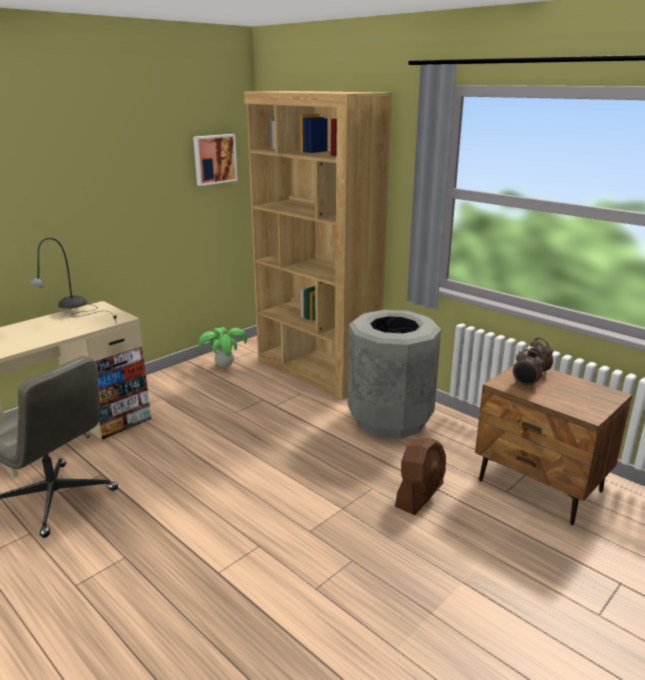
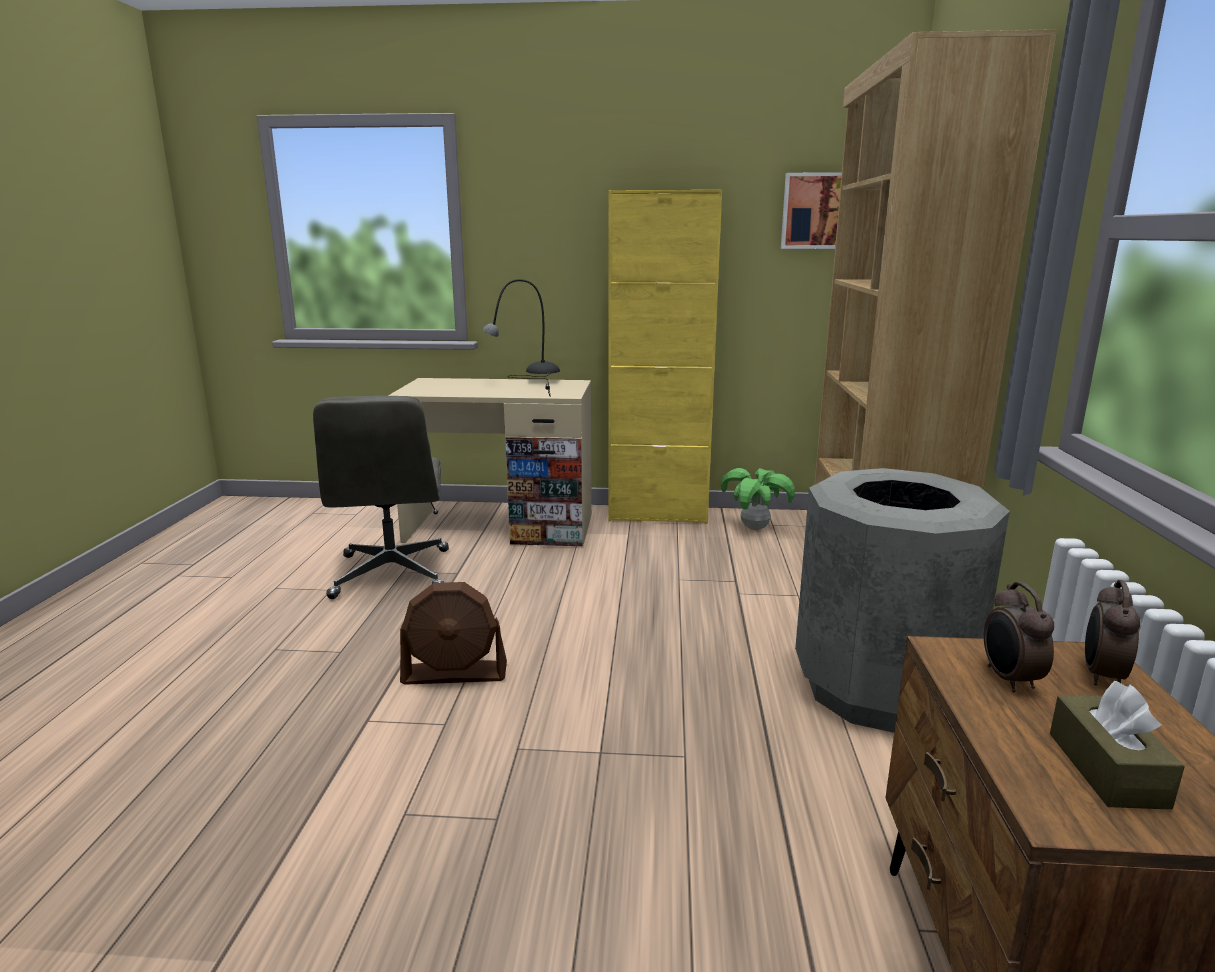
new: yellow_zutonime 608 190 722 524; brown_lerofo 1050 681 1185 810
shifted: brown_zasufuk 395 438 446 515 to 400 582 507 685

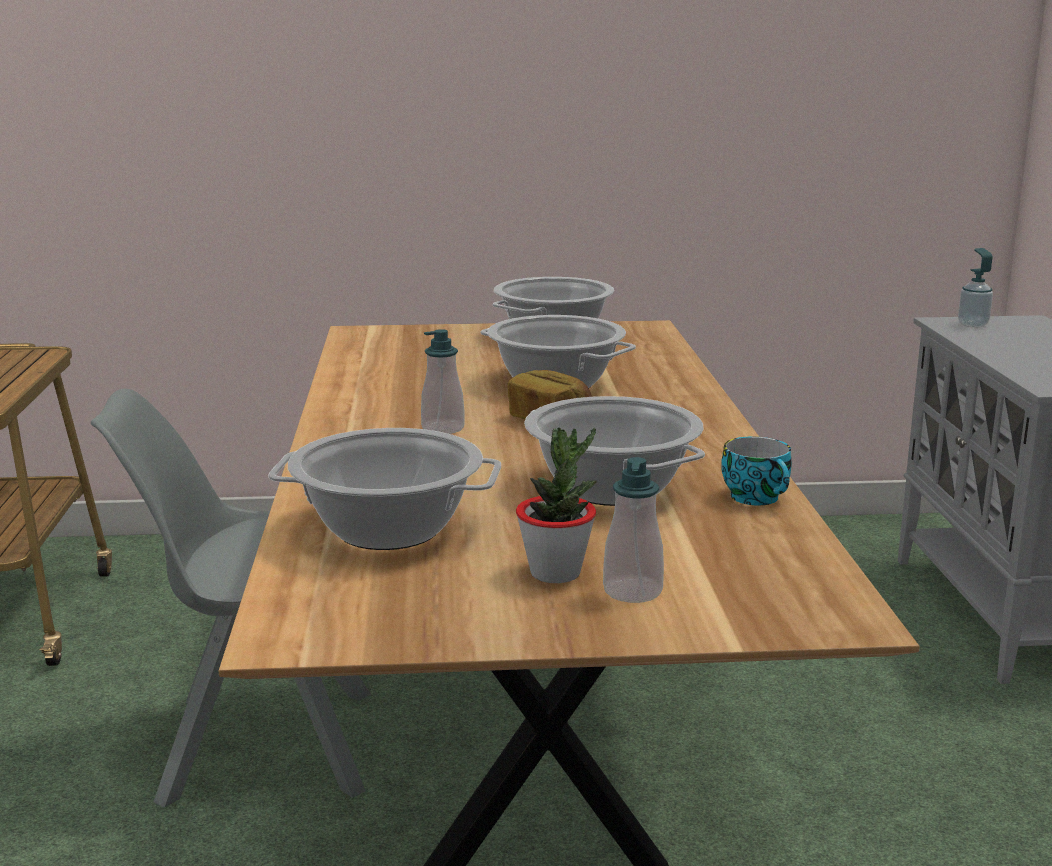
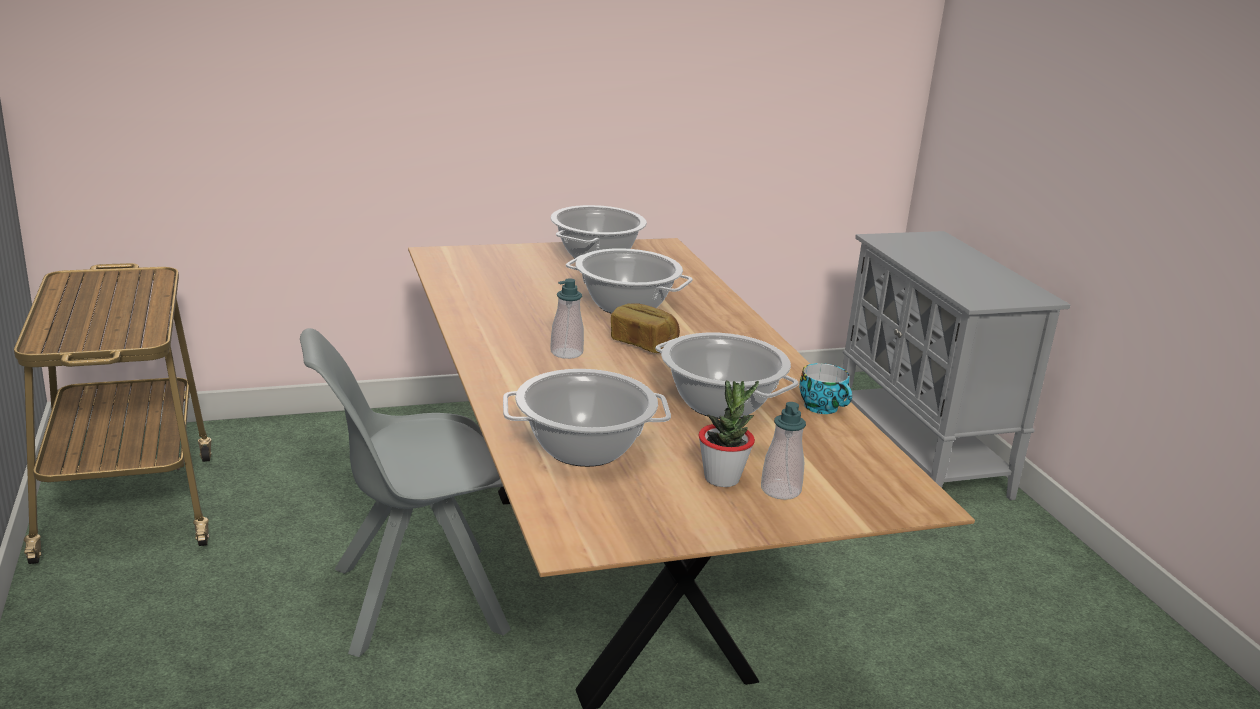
gone: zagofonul 958 248 993 328

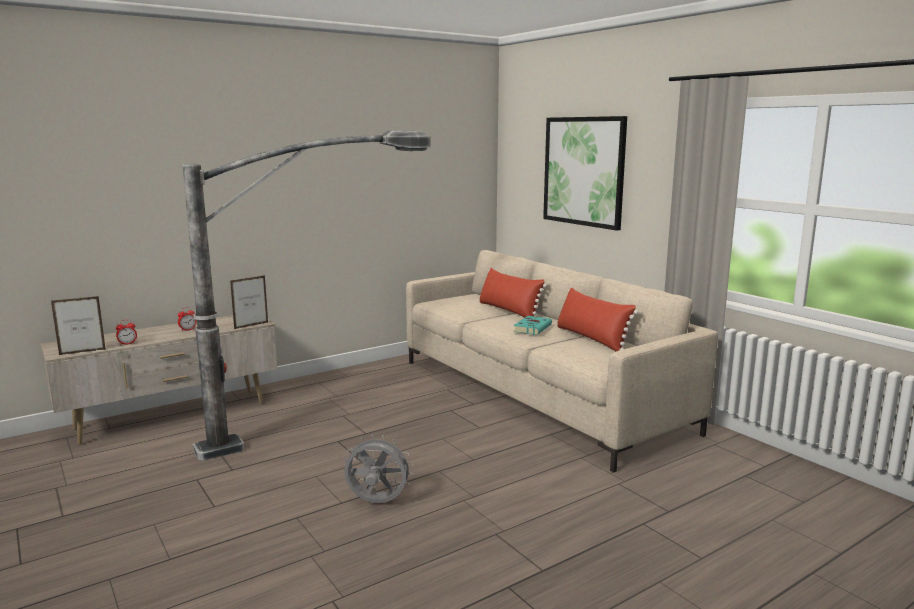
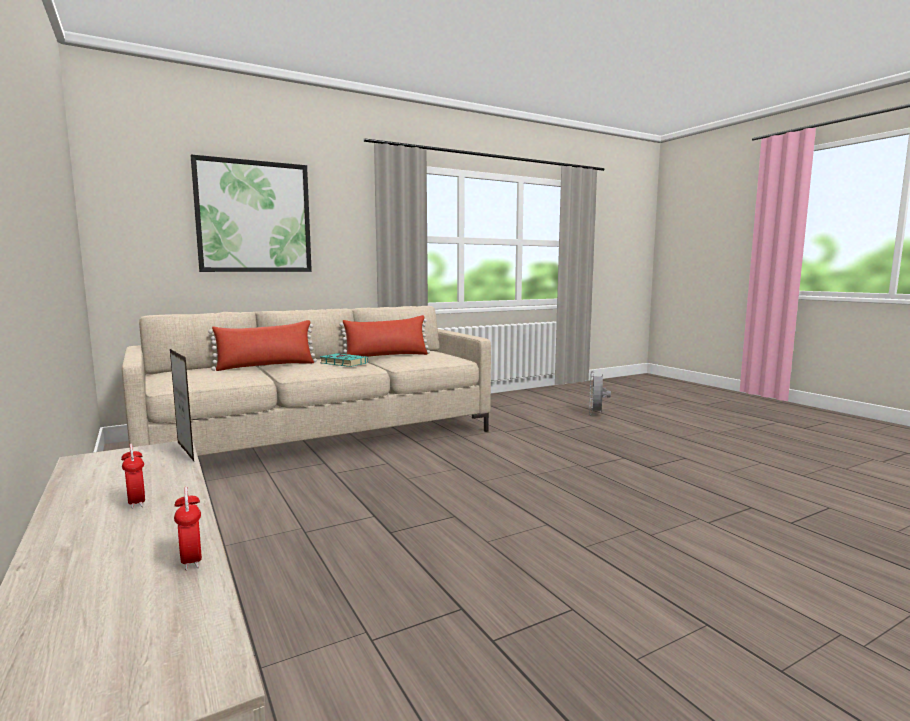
gone: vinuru 51 296 105 355; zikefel 183 131 431 460
shifted: grey_zasufuk 344 434 413 503 to 589 371 611 415

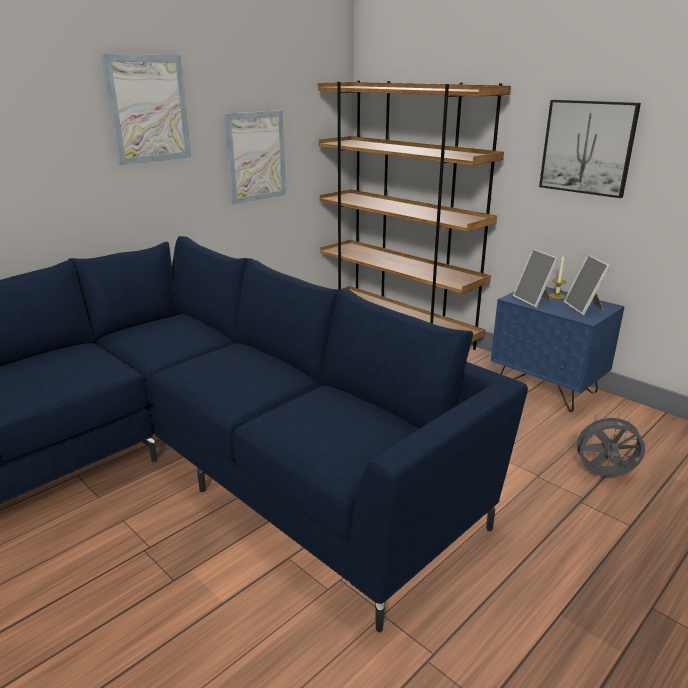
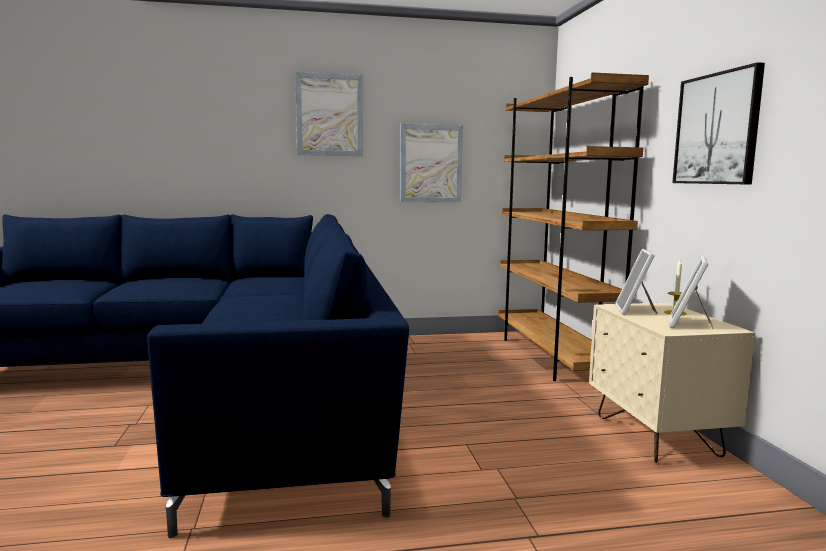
gone: grey_zasufuk 572 413 646 477
repainted: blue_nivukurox 491 287 625 412 to beige_nivukurox 589 303 755 463

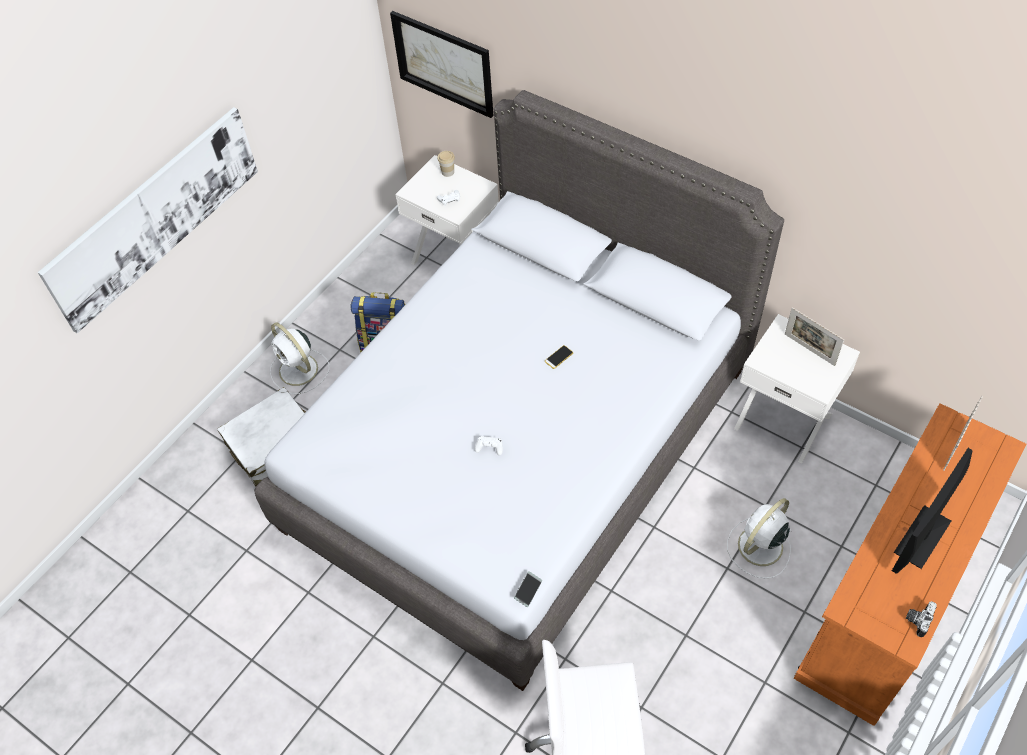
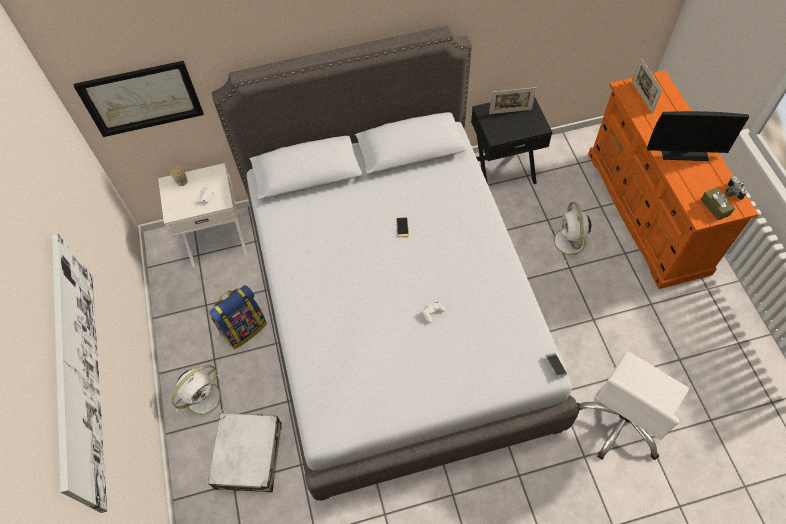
new: brown_lerofo 701 187 735 220
repainted: white_nivukurox 734 314 860 464 to black_nivukurox 471 96 552 184
rotated: white_zasufuk 270 322 329 394 = 171 365 230 423 45 degrees counterclockwise; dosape 892 448 972 573 = 647 111 749 161 75 degrees counterclockwise

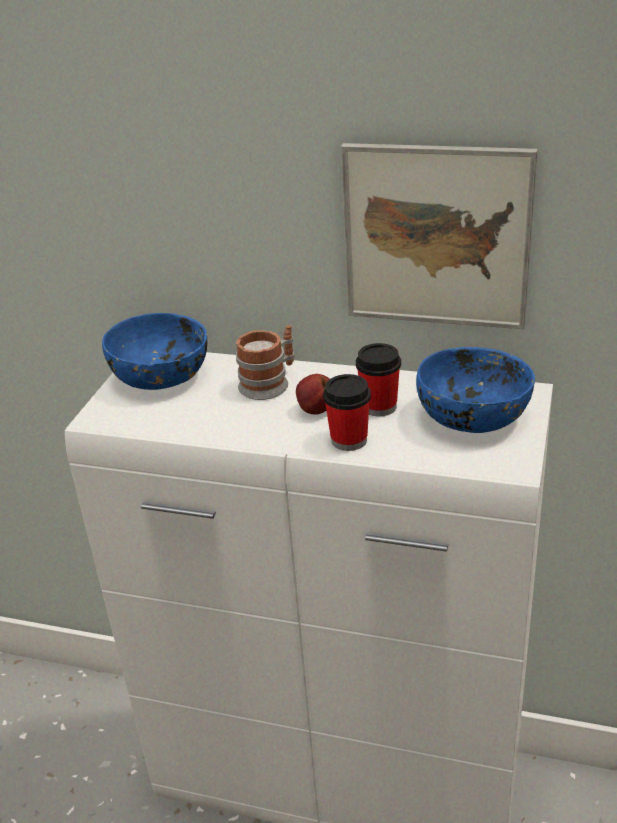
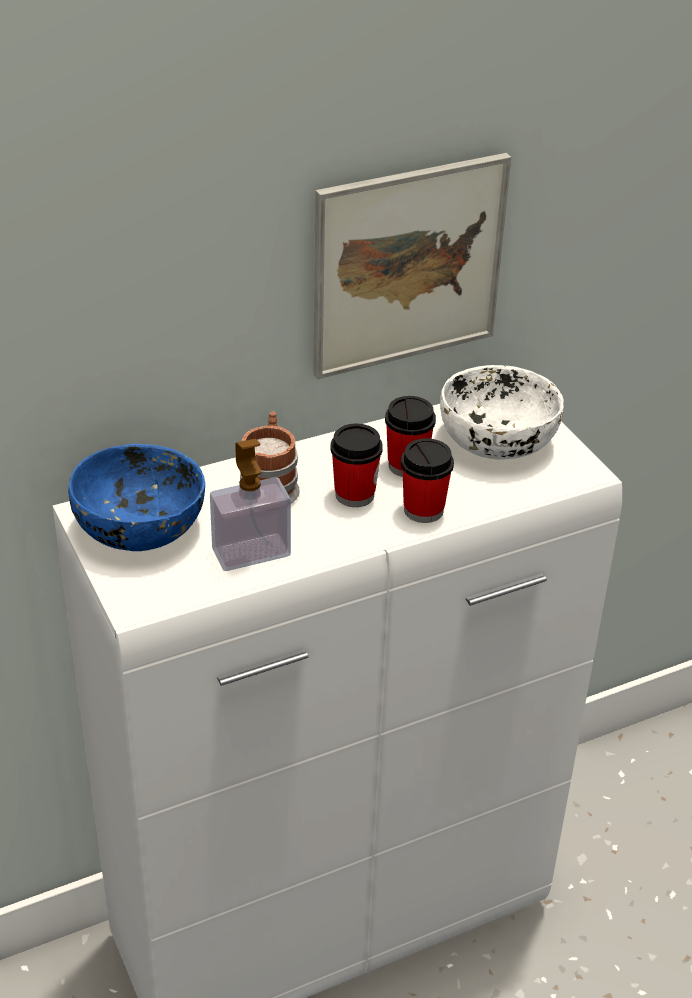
new: zagofonul 210 439 291 571
swapped: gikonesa 296 374 330 415 to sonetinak 330 424 383 507
repainted: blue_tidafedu 416 347 535 433 to white_tidafedu 440 365 564 460

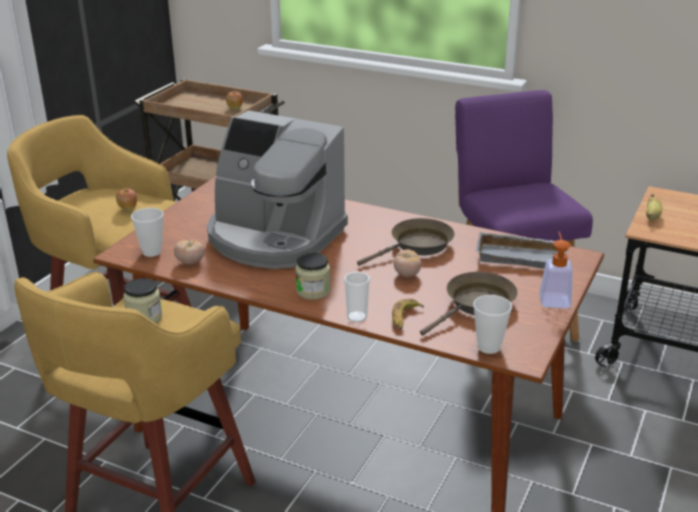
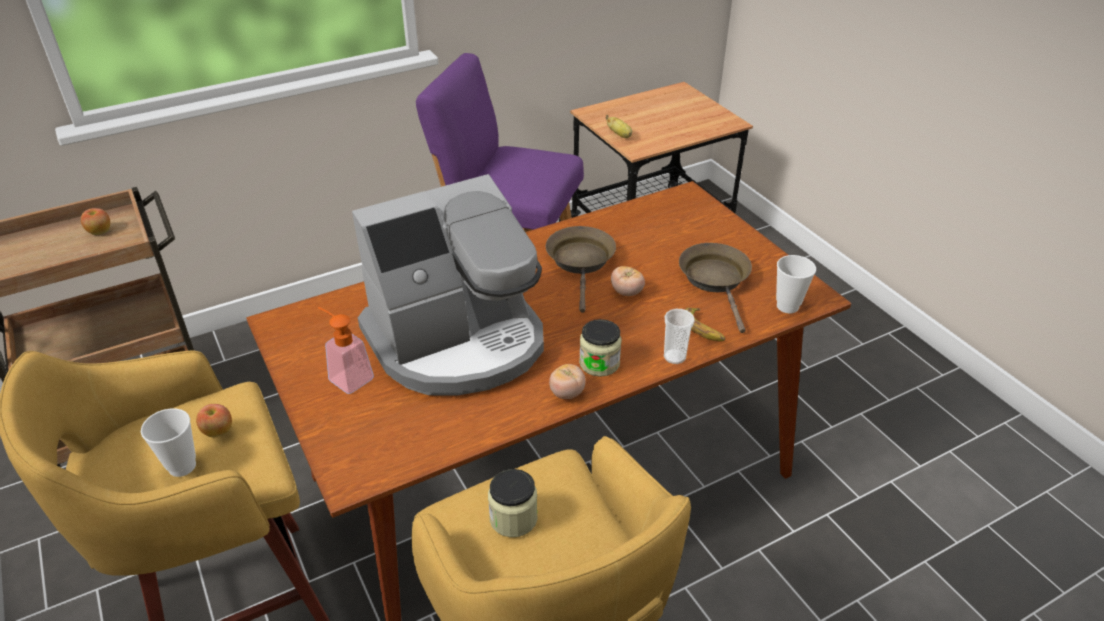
gone: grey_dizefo 476 232 567 269
shifted: sonetinak 131 208 164 257 to 141 408 196 477; zagofonul 539 232 573 308 to 318 307 374 394; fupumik 174 240 205 264 to 549 364 586 399

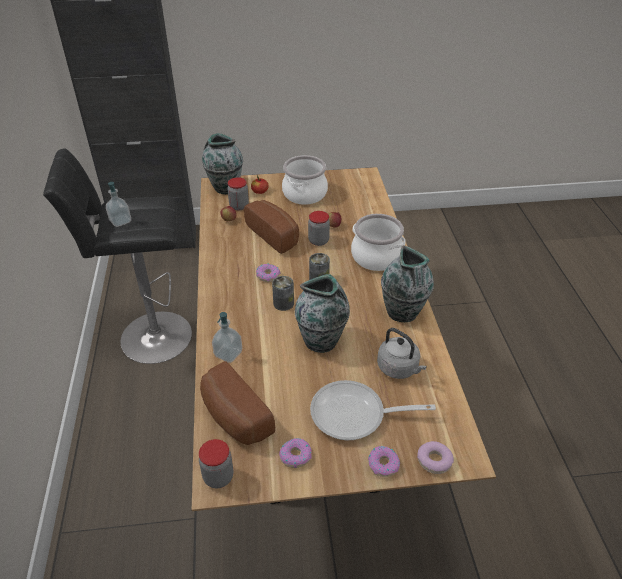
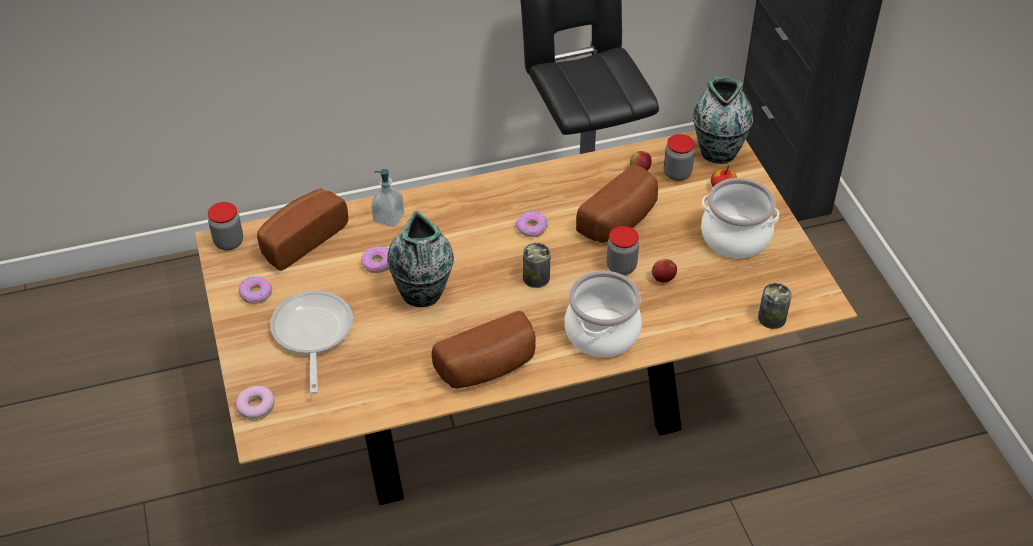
gone: zagofonul 106 182 131 227; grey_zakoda 377 328 427 379
shifted: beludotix 368 446 400 477 to 361 246 389 273; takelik 272 276 294 311 to 758 283 792 329
swapped: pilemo 381 245 434 322 to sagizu 431 311 536 388

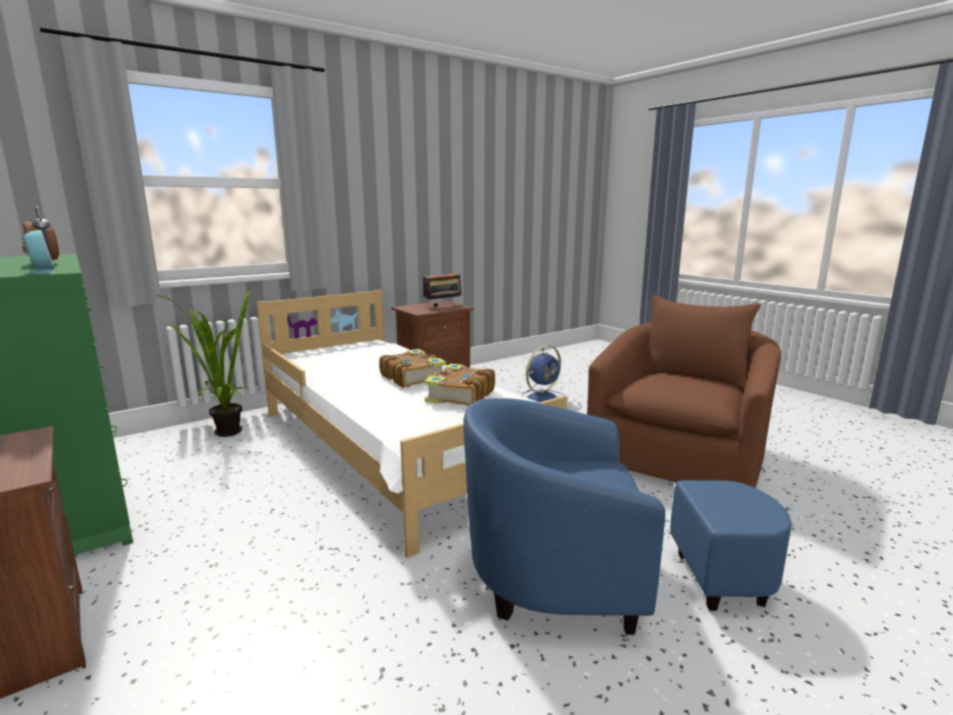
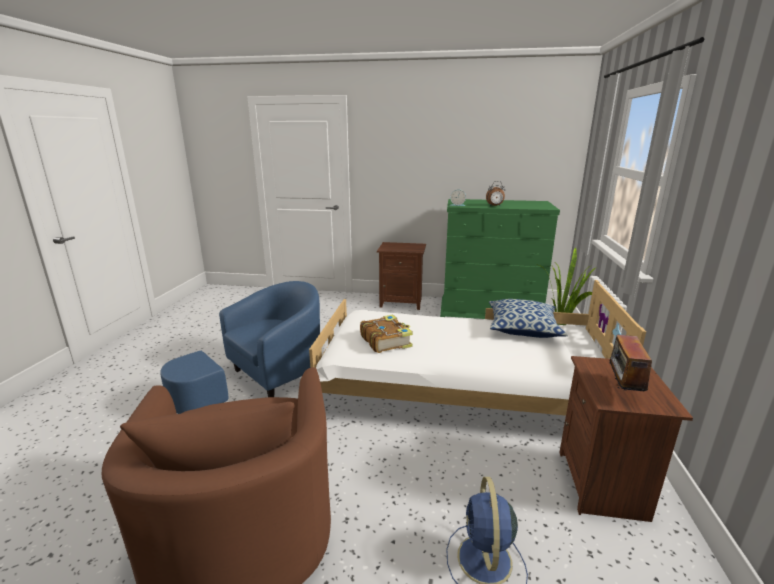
gone: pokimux 379 349 446 388
new: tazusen 489 299 568 338

